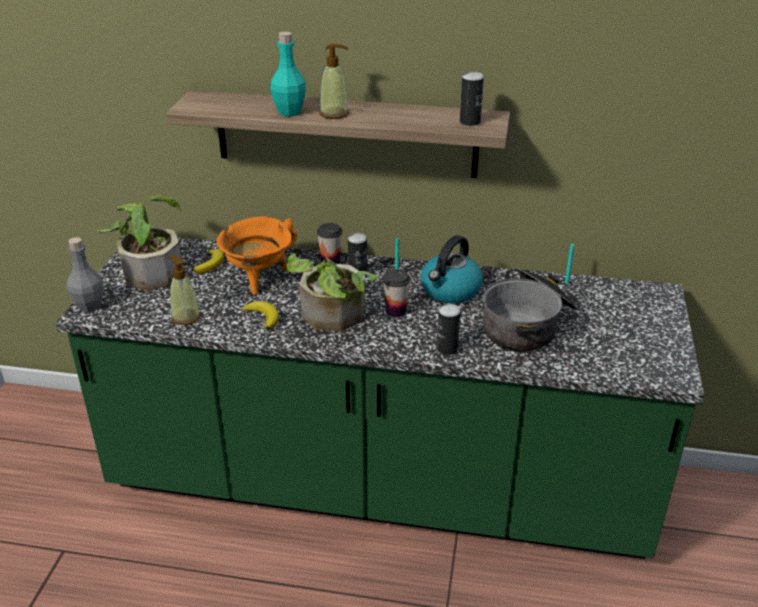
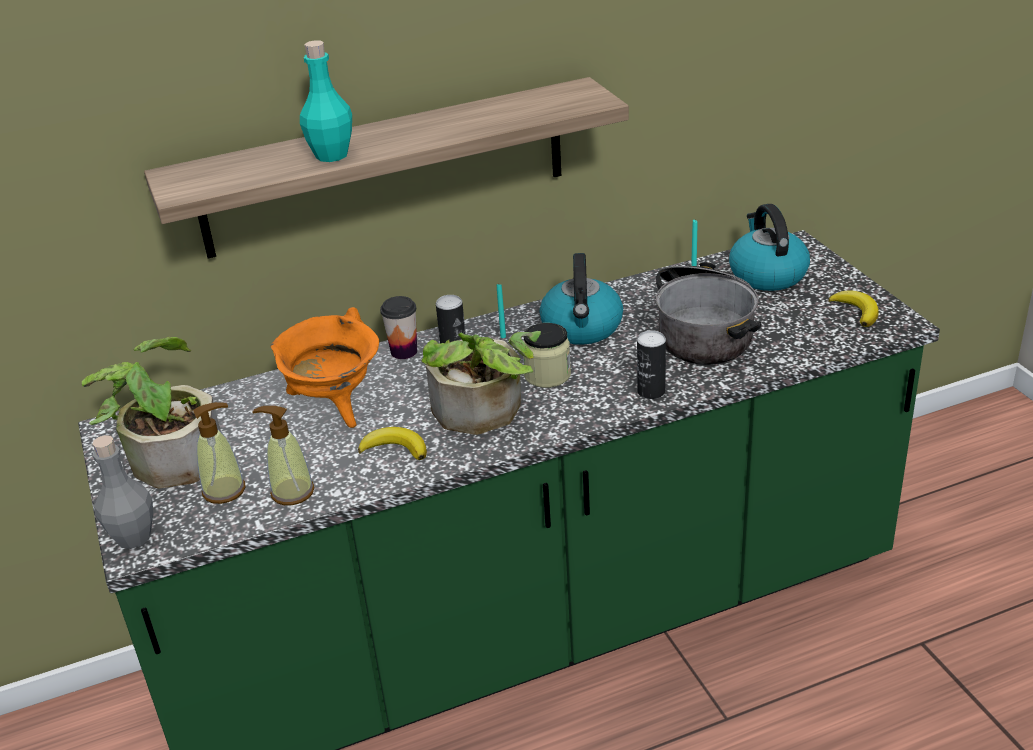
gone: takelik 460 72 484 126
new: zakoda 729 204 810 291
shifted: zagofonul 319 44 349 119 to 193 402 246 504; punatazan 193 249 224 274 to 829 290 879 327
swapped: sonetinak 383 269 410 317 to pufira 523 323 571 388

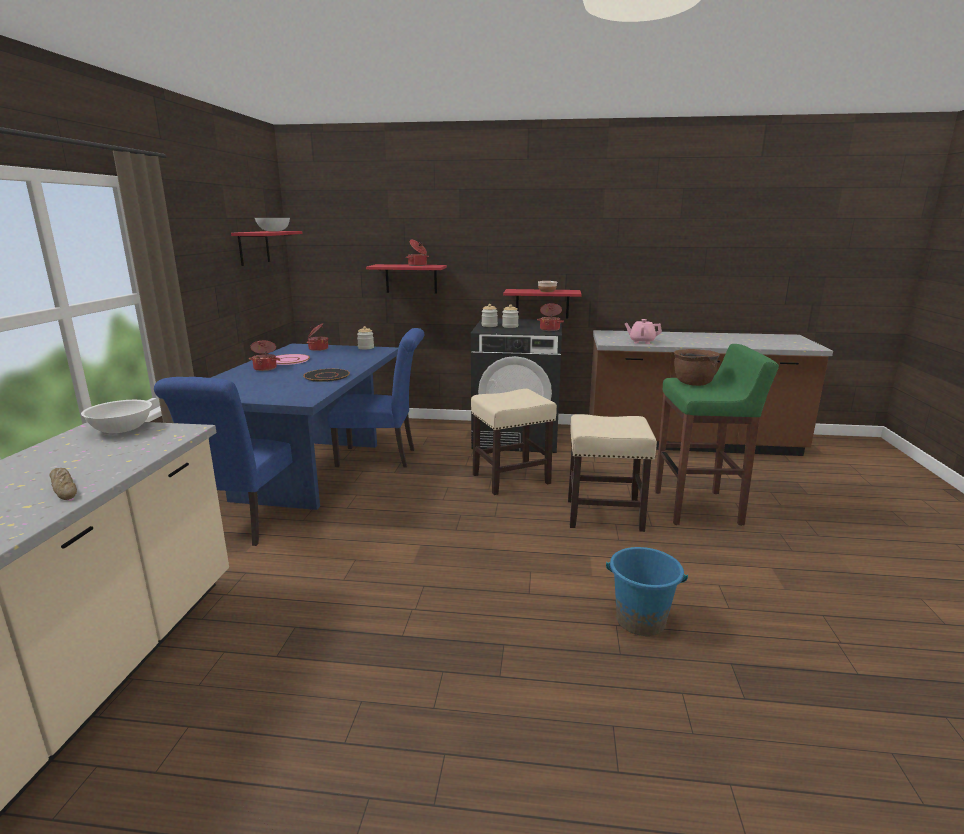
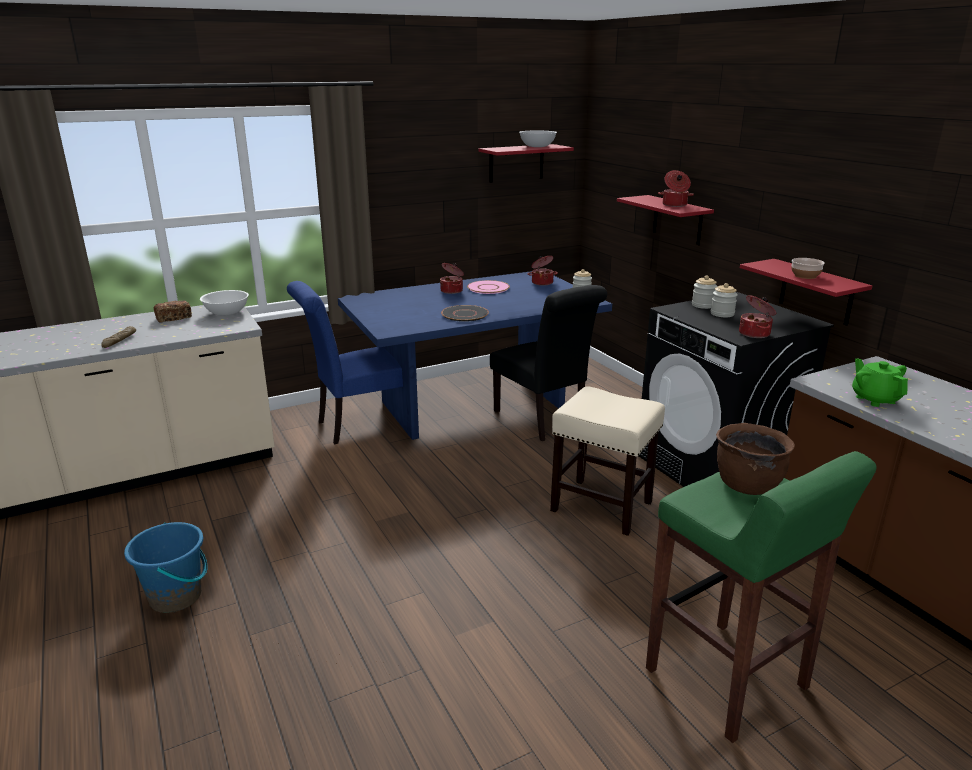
gone: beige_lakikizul 568 414 657 532
new: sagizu 154 300 192 322
shifted: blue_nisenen 606 547 688 636 to 124 522 208 613
repainted: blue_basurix 327 328 424 468 to black_basurix 490 285 607 441; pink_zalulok 625 319 662 344 to green_zalulok 852 359 908 407

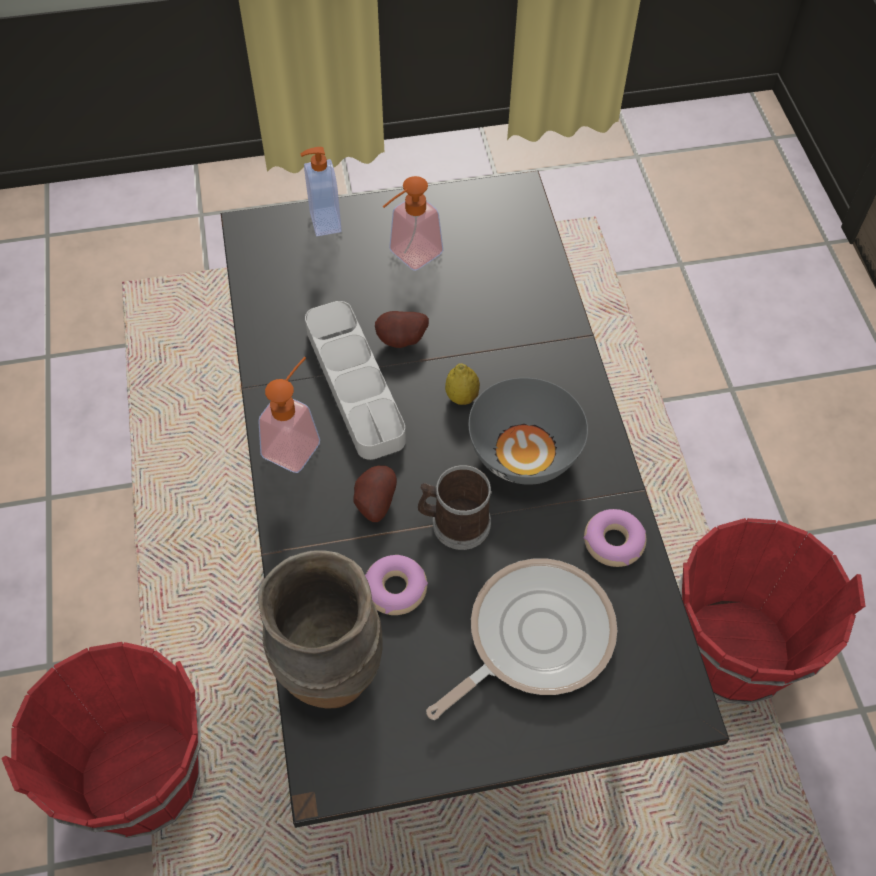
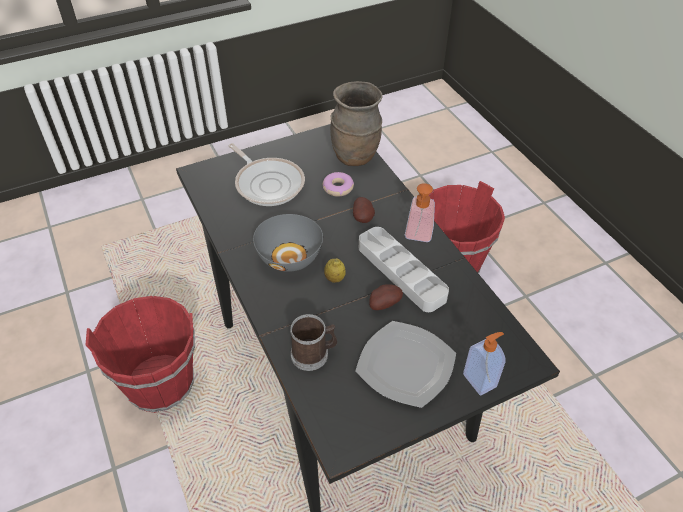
gone: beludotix 584 509 647 567
shifted: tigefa 418 465 492 550 to 290 314 337 371
swapped: zagofonul 383 176 443 271 to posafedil 356 321 456 408
rotated: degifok 426 558 617 720 = 228 143 305 206 75 degrees counterclockwise

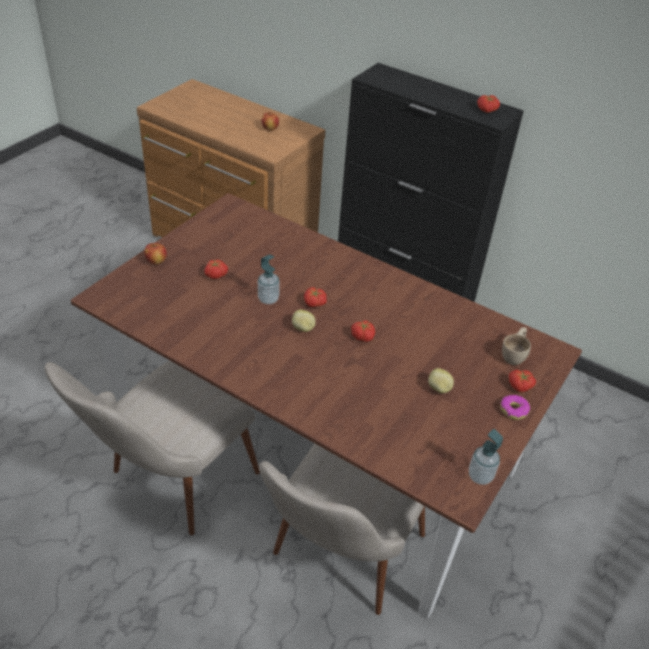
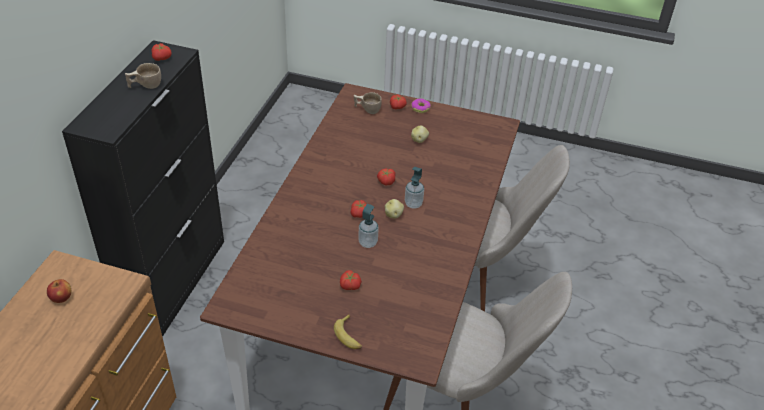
new: beige_sonetinak 125 63 161 89
shifted: zagofonul 469 429 503 485 to 405 167 424 209
swapped: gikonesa 144 243 167 265 to punatazan 334 314 362 349

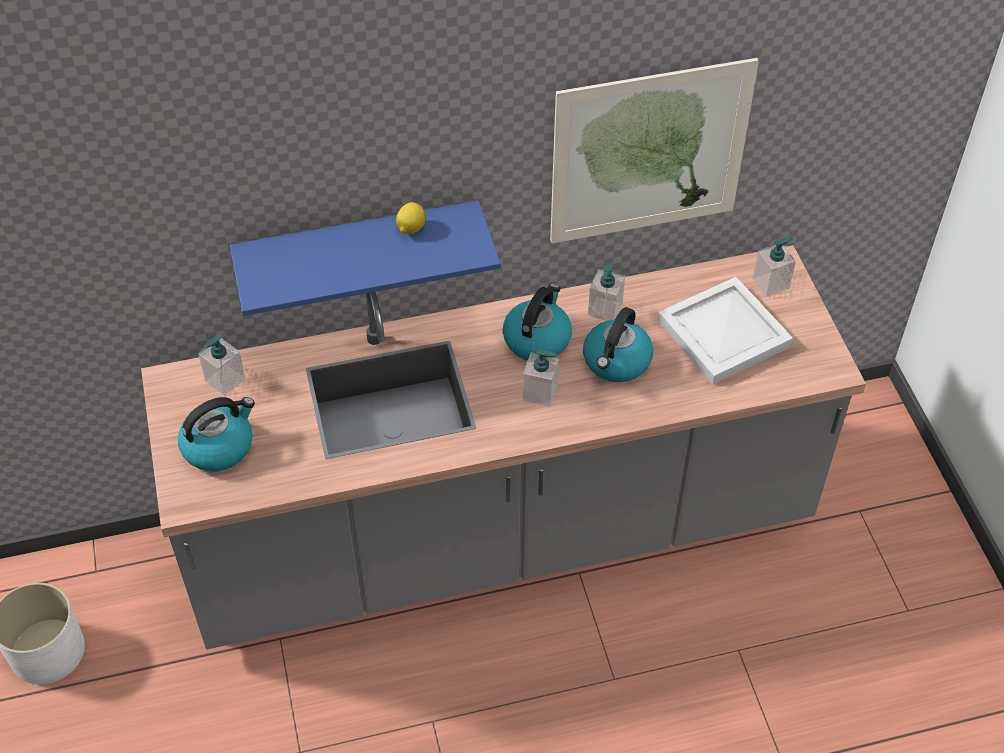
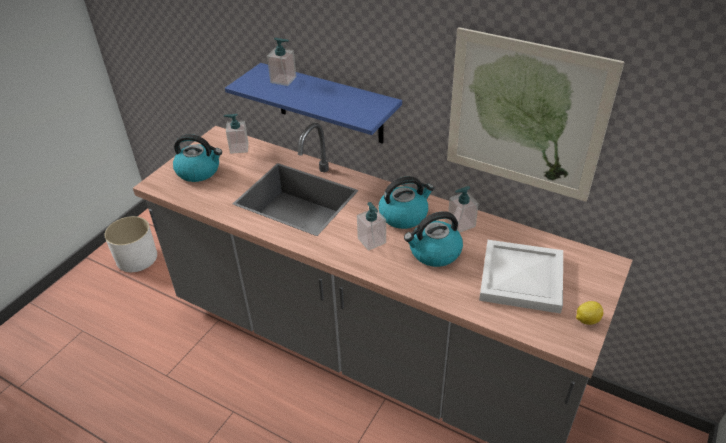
shifted: zagofonul 753 237 796 297 to 267 38 296 86; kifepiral 396 202 425 234 to 576 301 603 325

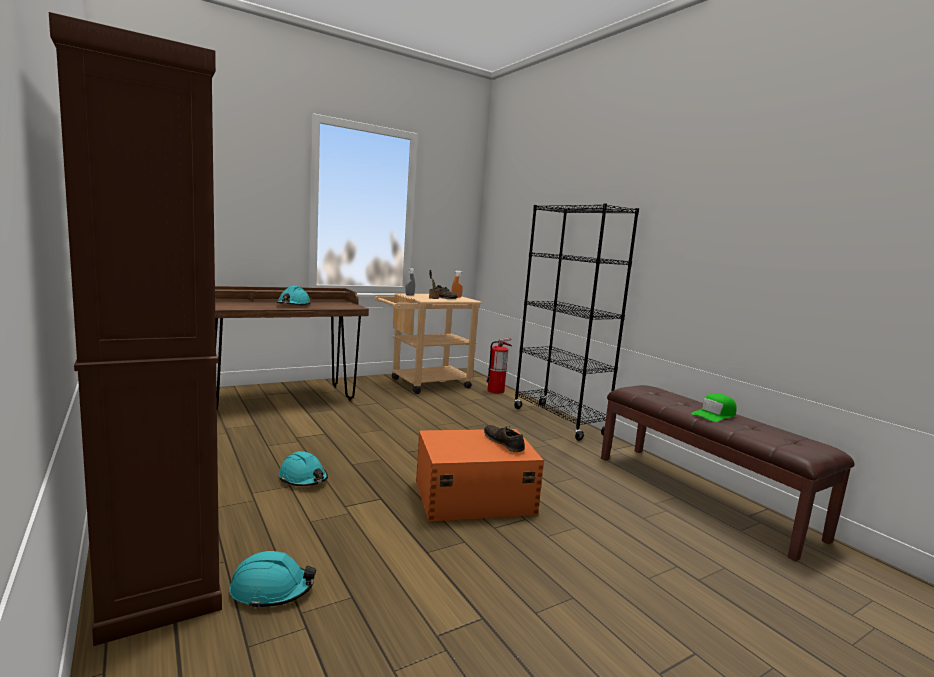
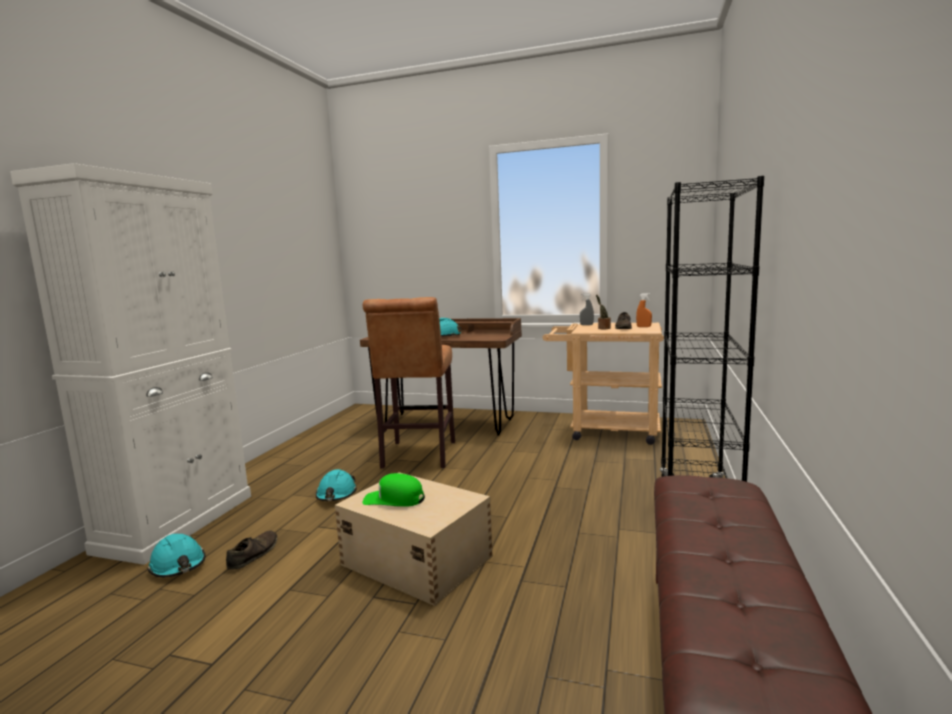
gone: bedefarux 486 338 512 394
new: brown_lakikizul 363 297 455 469
shifted: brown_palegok 484 425 525 452 to 226 530 277 570; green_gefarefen 691 394 737 422 to 362 473 425 507
repainted: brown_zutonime 49 12 222 646 to white_zutonime 10 163 251 565; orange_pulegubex 416 429 544 522 to beige_pulegubex 335 472 493 606

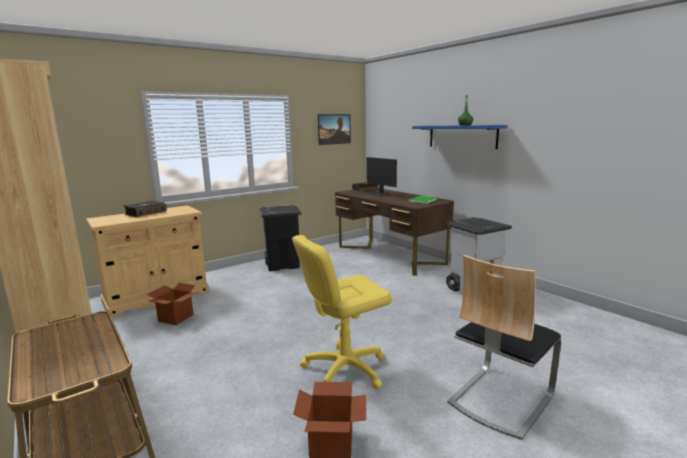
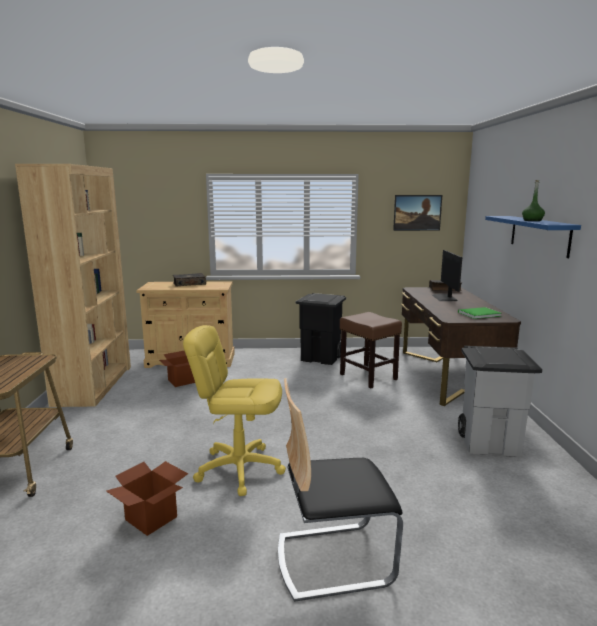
new: brown_lakikizul 340 312 402 388

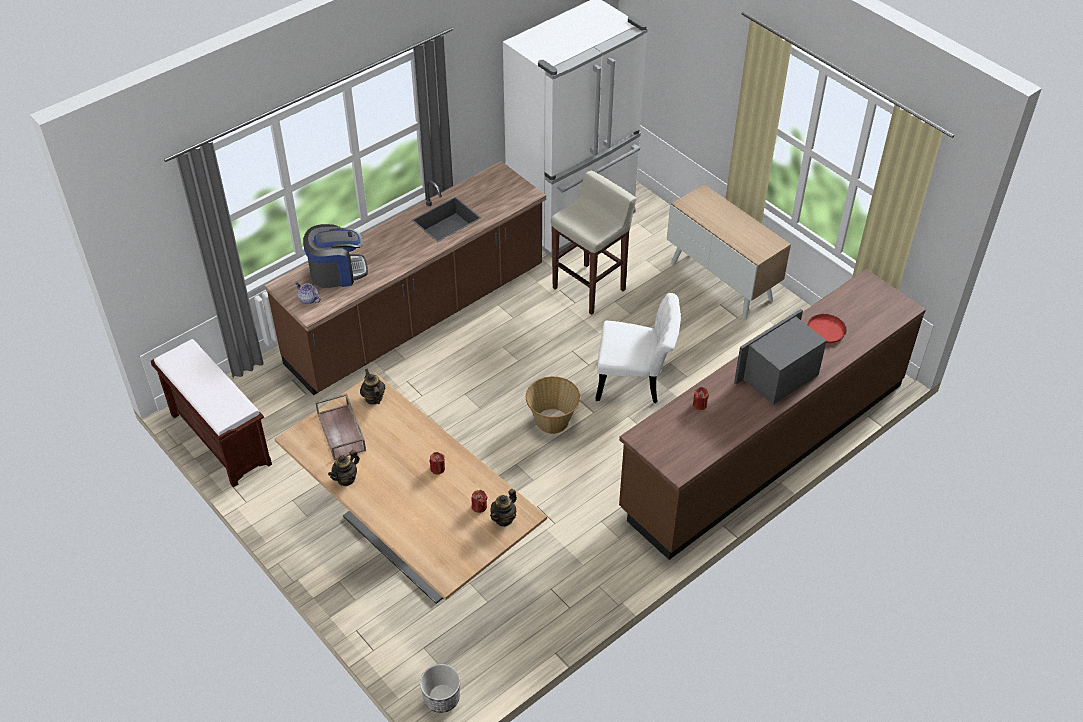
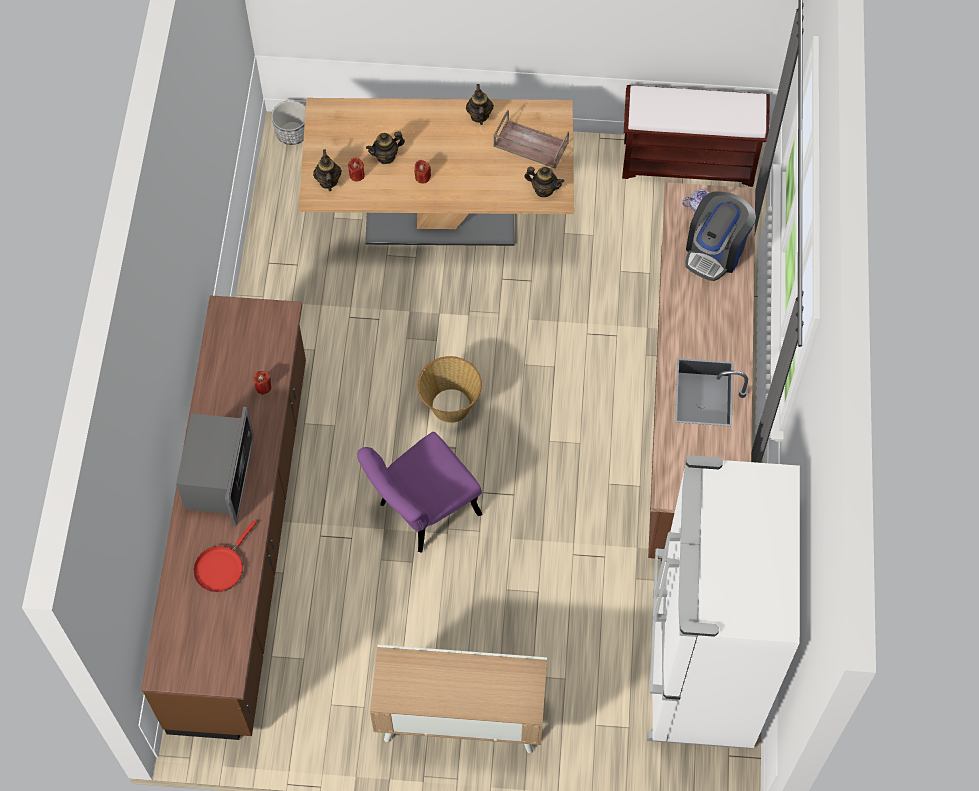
gone: beige_lakikizul 551 171 636 315
new: zalulok 366 131 405 164
repainted: white_basurix 595 293 681 403 to purple_basurix 357 432 482 552

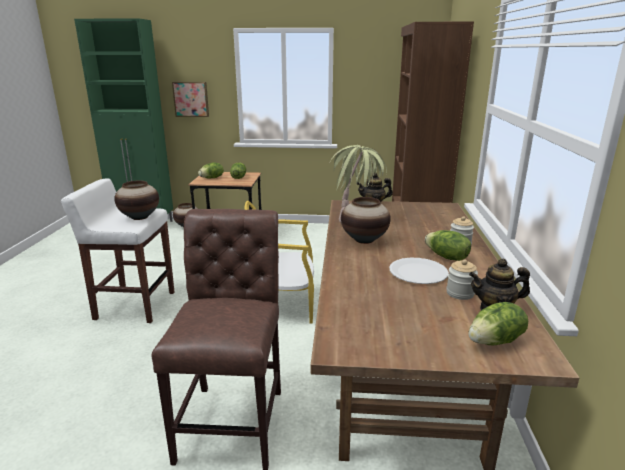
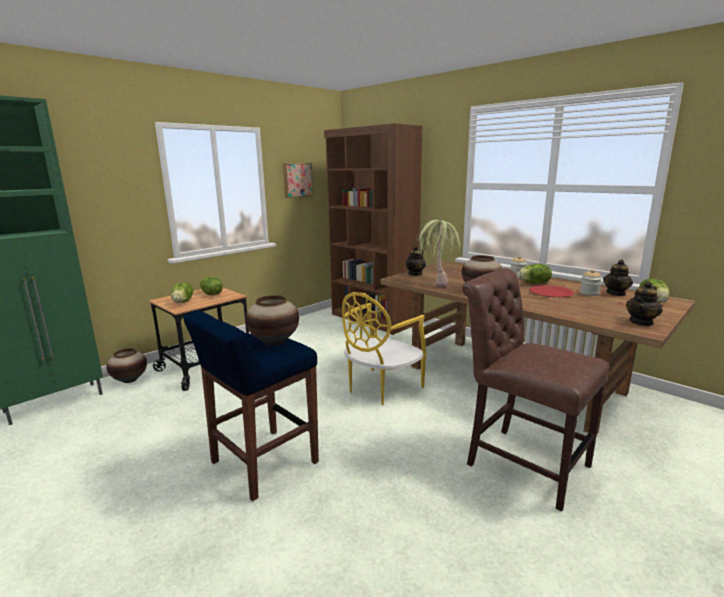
new: zalulok 626 281 663 326
shifted: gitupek 172 82 209 117 to 283 163 313 198
repainted: white_lakikizul 61 179 174 323 to blue_lakikizul 184 310 319 501; white_posafedil 389 258 449 284 to red_posafedil 529 285 574 297

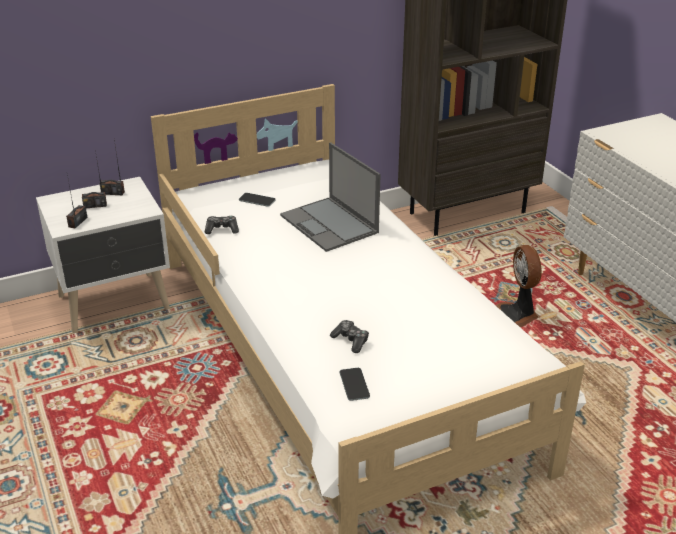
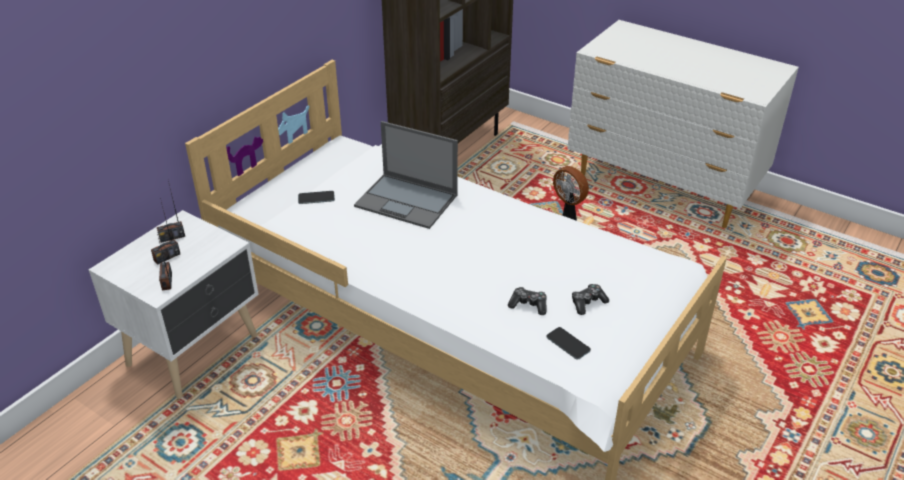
shifted: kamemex 205 216 239 234 to 572 284 609 315

